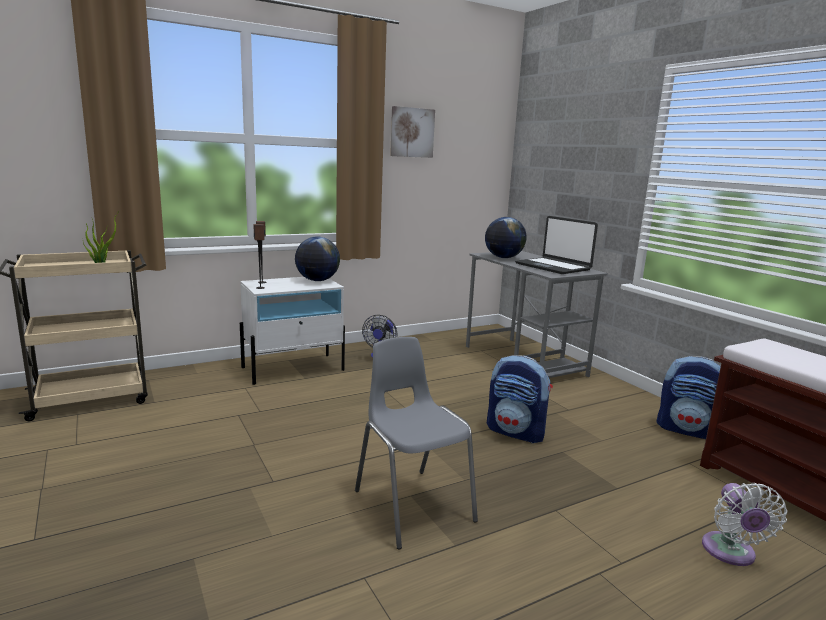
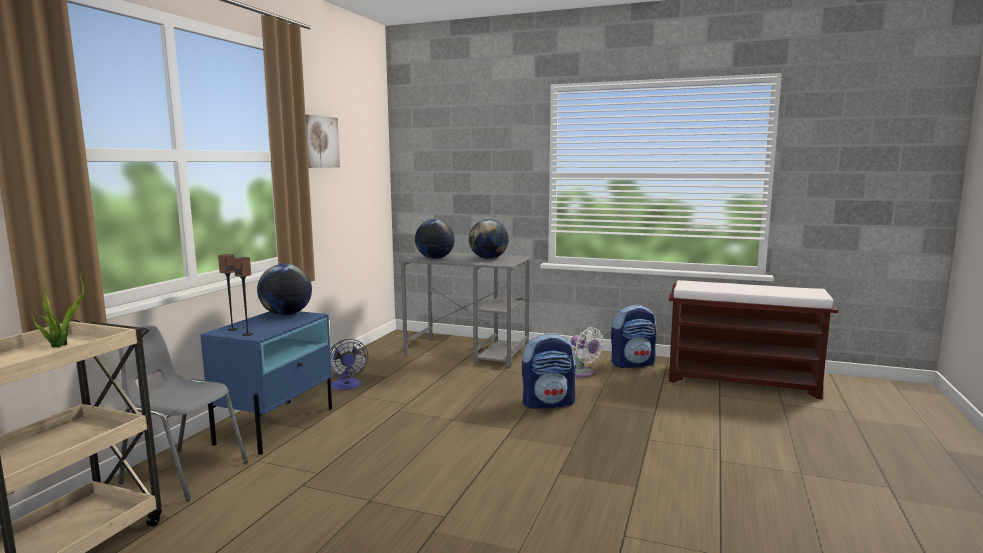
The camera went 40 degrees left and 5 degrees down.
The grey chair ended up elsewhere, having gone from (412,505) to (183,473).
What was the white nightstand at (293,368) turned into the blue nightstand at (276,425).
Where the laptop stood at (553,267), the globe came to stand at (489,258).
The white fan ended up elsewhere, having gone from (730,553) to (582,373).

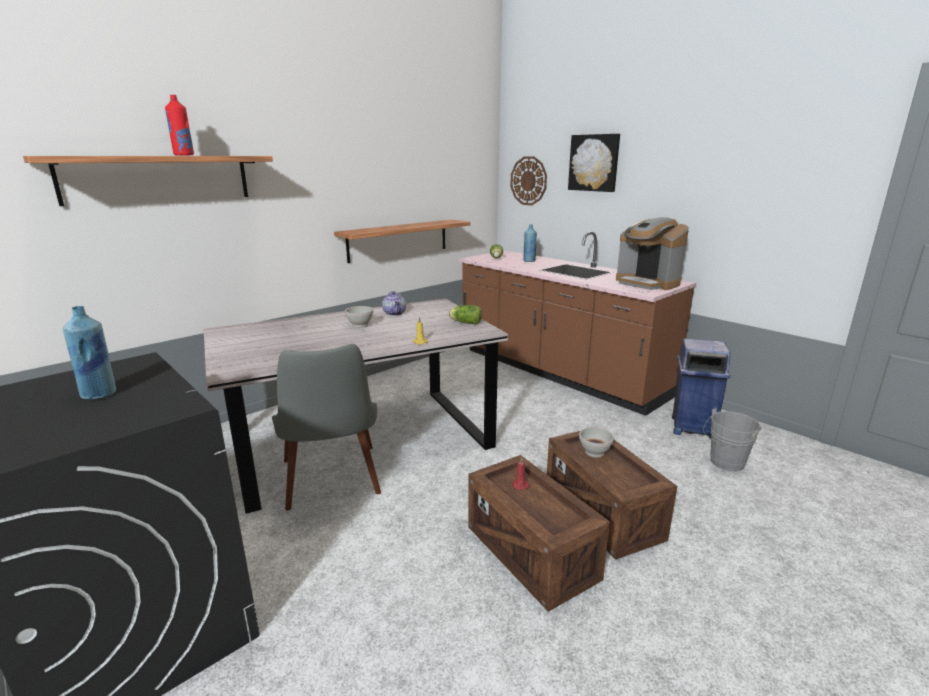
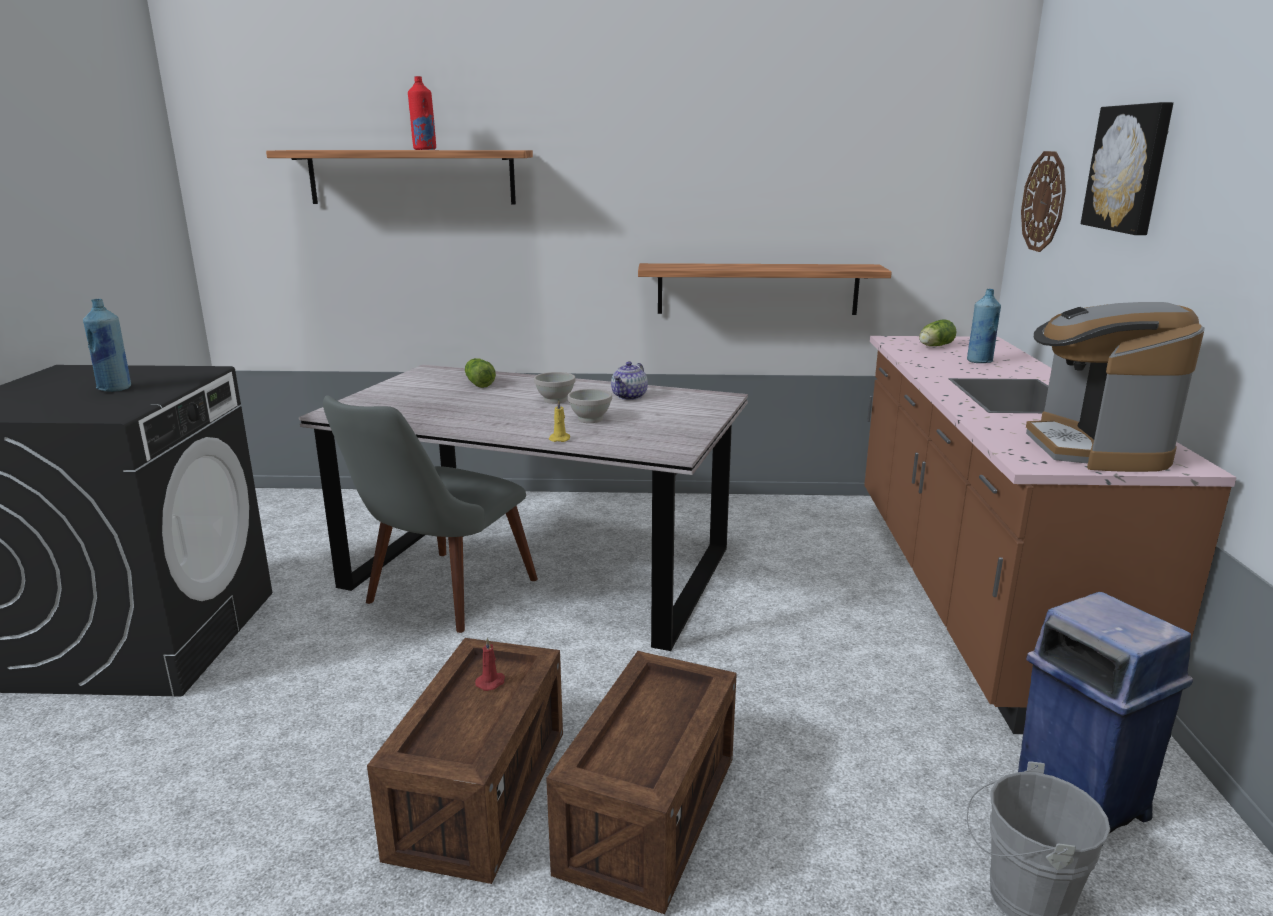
The camera went 45 degrees right and 0 degrees up.
The lettuce ended up elsewhere, having gone from (465,322) to (479,383).
The white bowl ended up elsewhere, having gone from (594,452) to (589,419).

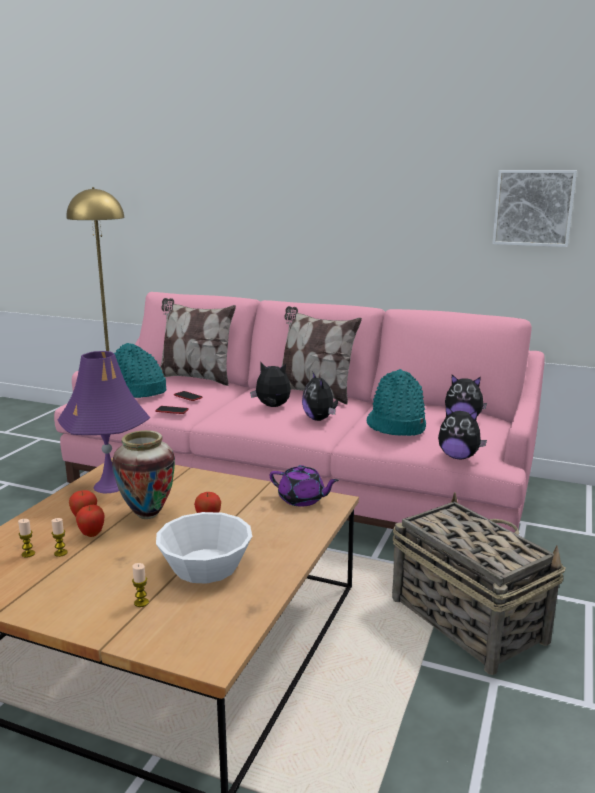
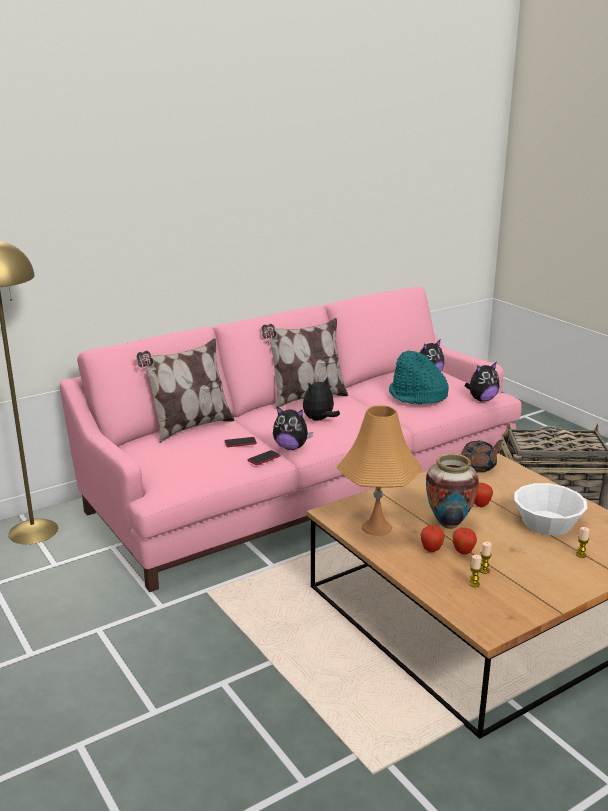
The camera went 55 degrees left and 5 degrees up.
The plush toy ended up elsewhere, having gone from (319,419) to (291,447).
What was the purple table lamp at (110,486) turned into the orange table lamp at (376,527).
What was the purple teapot at (302,499) turned into the brown teapot at (478,466).
The second view lost the turquoise hat at (137,392).
The second view lost the picture at (533,208).

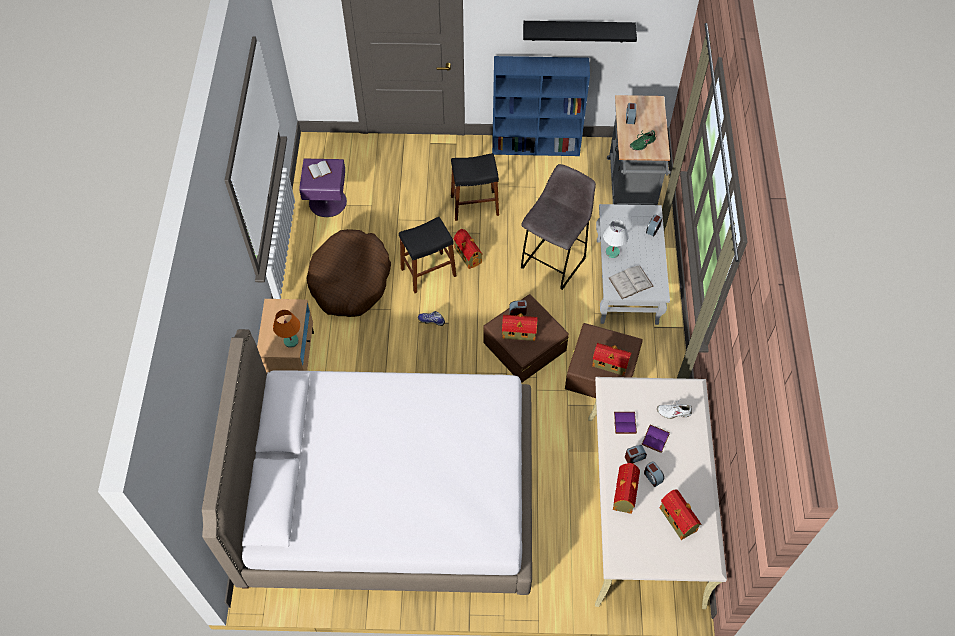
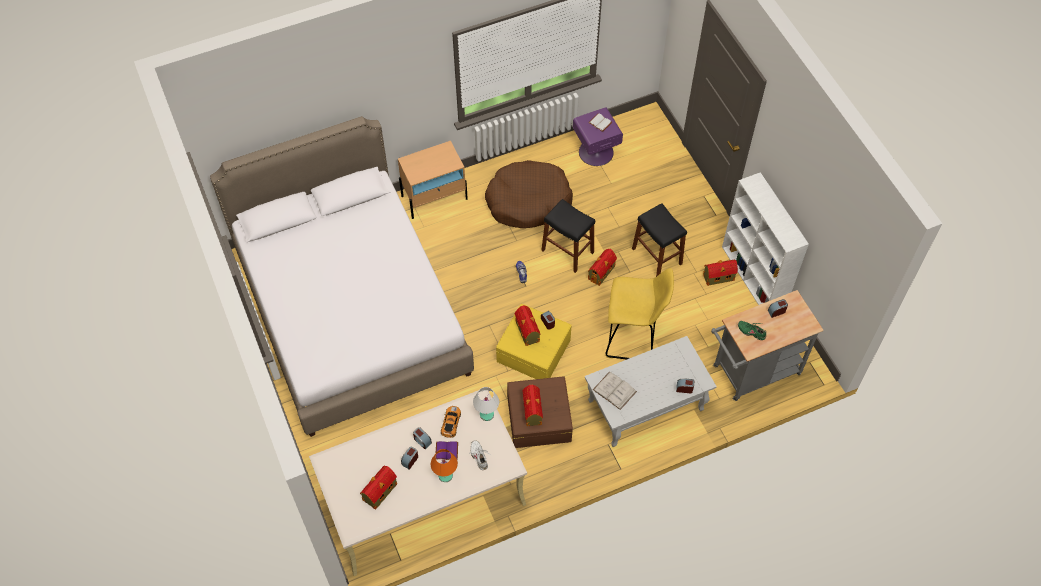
The camera went 65 degrees right and 0 degrees up.
The orange table lamp ended up elsewhere, having gone from (291,341) to (445,475).
Where the purple book stood at (625,423), the toy car came to stand at (451,423).
The white table lamp ended up elsewhere, having gone from (612,252) to (487,414).
What was the brown storage box at (524,346) turned into the yellow storage box at (533,350).
What was the grey stool at (554,262) turned into the yellow stool at (632,340).
The toy house ended up elsewhere, having gone from (624,495) to (717,277).
What was the blue bookcase at (536,146) turned into the white bookcase at (754,277).
The second view lost the black shelf at (578,31).

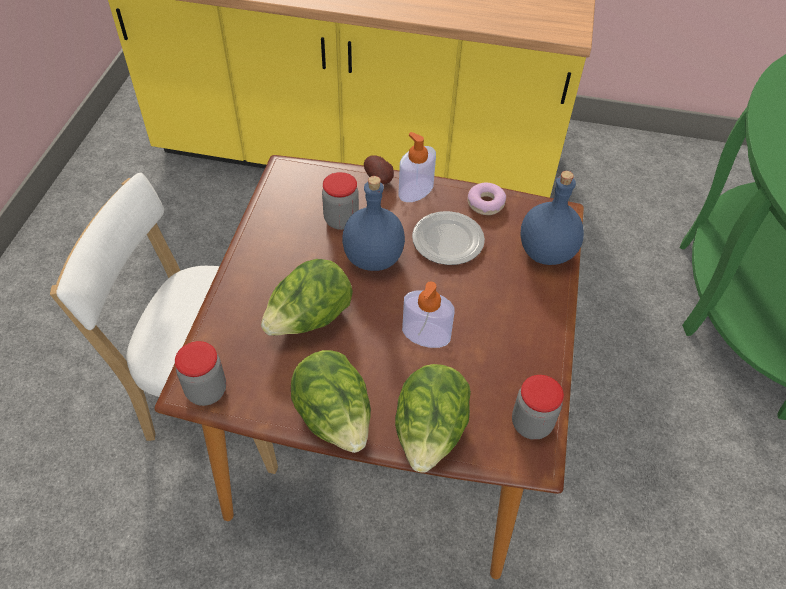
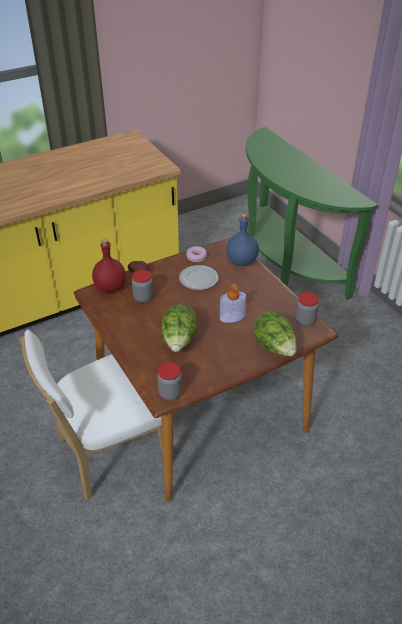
The camera went 40 degrees left and 10 degrees down.
The second view gained the red bottle at (110,288).
The second view lost the lettuce at (335,418).
The second view lost the blue bottle at (374,258).
The second view lost the soap dispenser at (415,190).

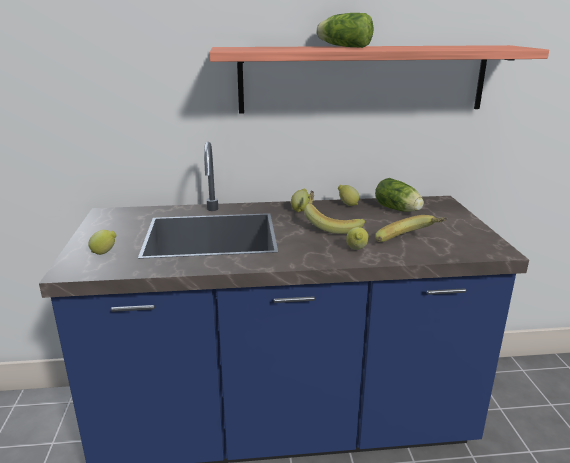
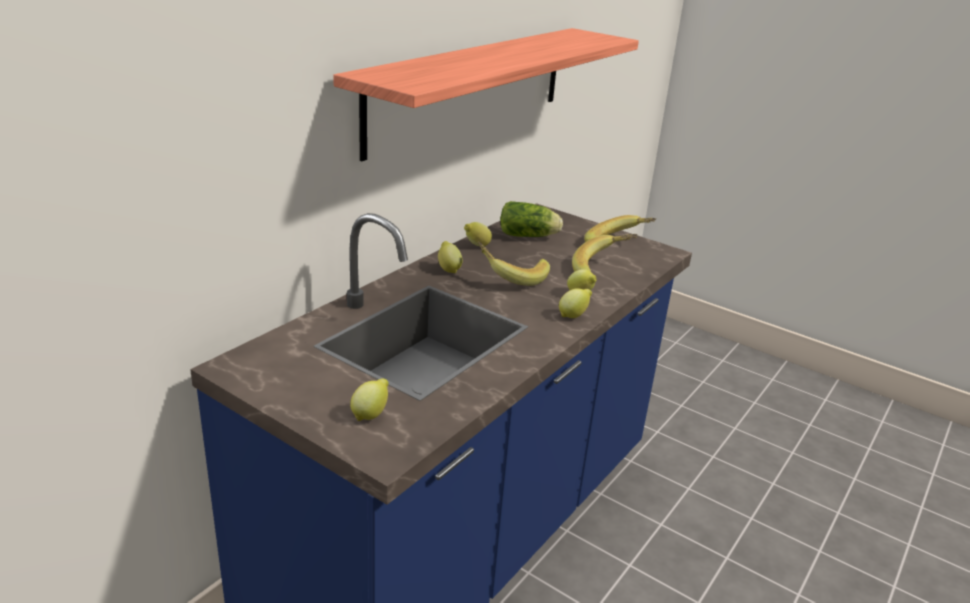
The camera went 50 degrees left and 5 degrees up.
The second view gained the lemon at (573,315).
The second view gained the banana at (617,245).
The second view lost the lettuce at (343,47).

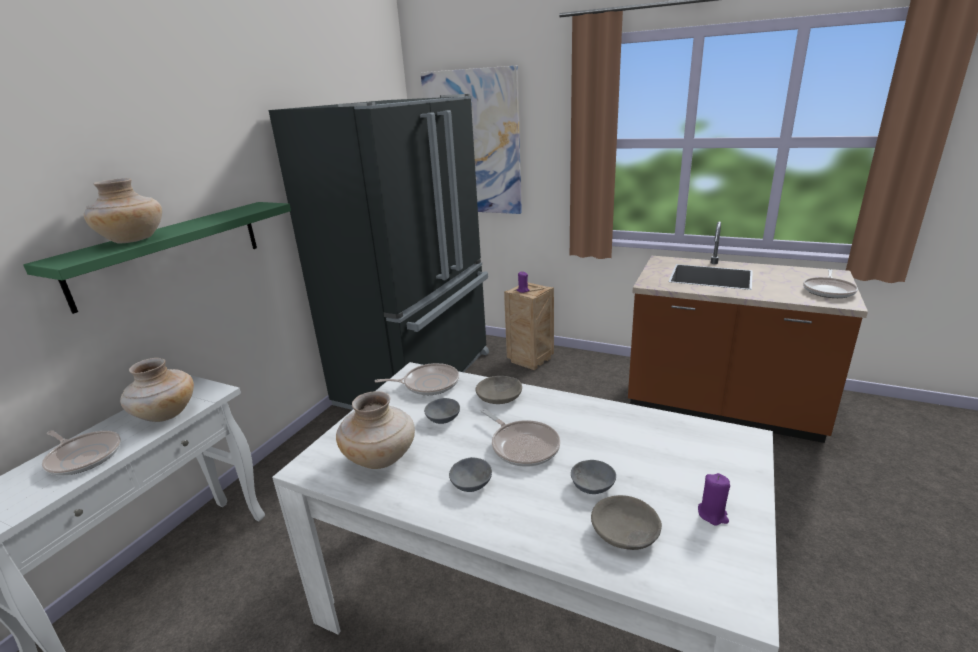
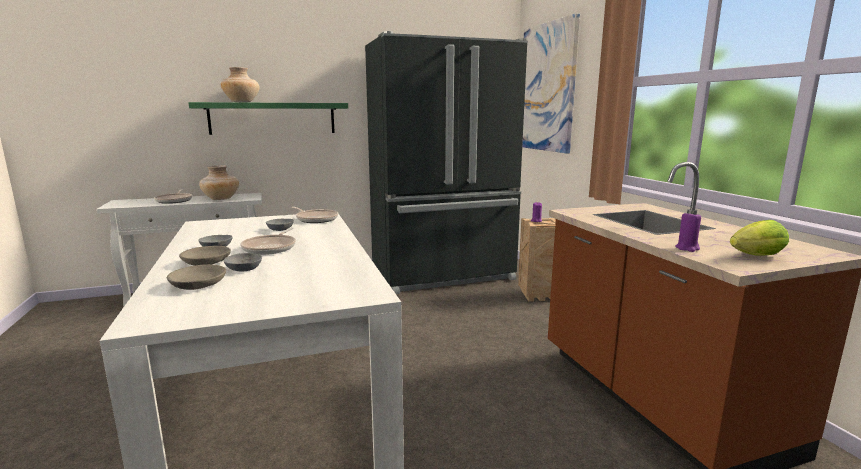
The camera went 45 degrees right and 10 degrees down.
The grey bowl ended up elsewhere, having gone from (500,396) to (207,262).
The purple candle ended up elsewhere, having gone from (712,514) to (687,248).
Where the frying pan stood at (829,290), the lettuce came to stand at (753,256).
The second view lost the beige vase at (381,458).

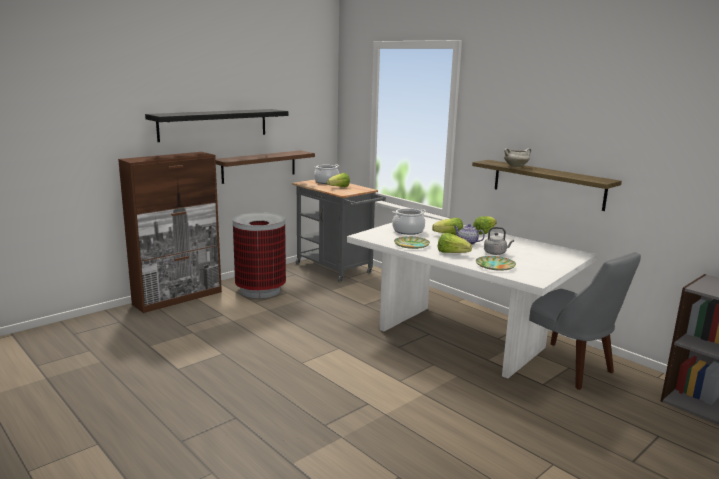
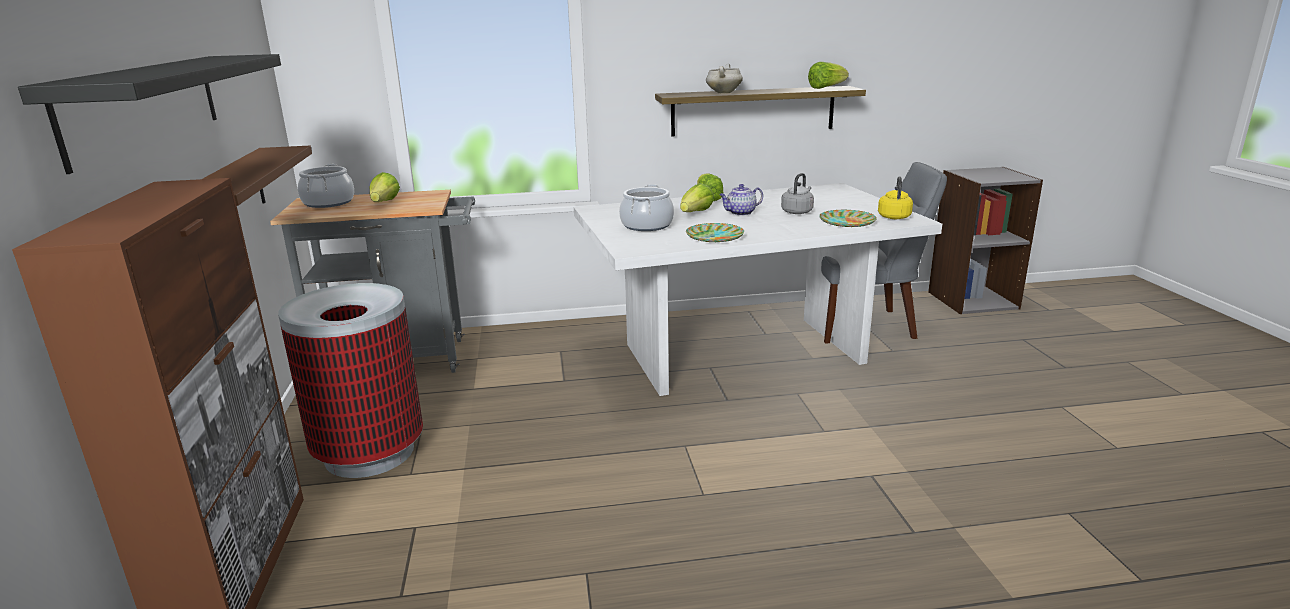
The camera went 55 degrees left and 5 degrees up.
The lettuce ended up elsewhere, having gone from (452,253) to (826,88).
The second view gained the yellow kettle at (894,216).

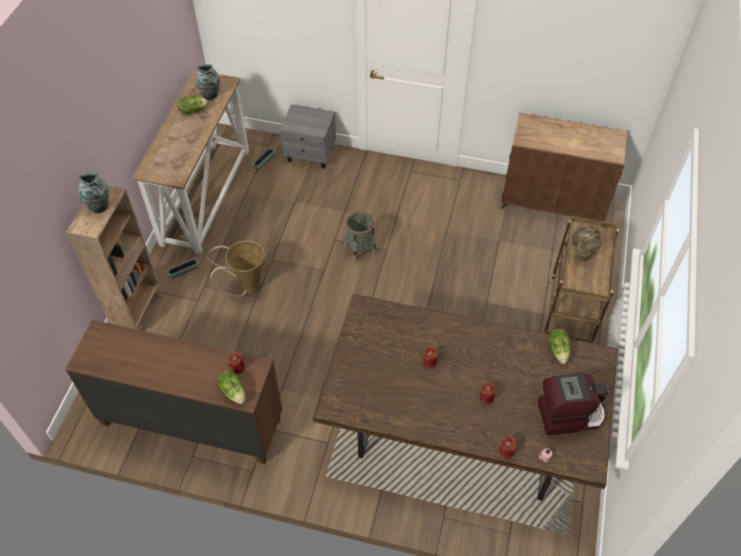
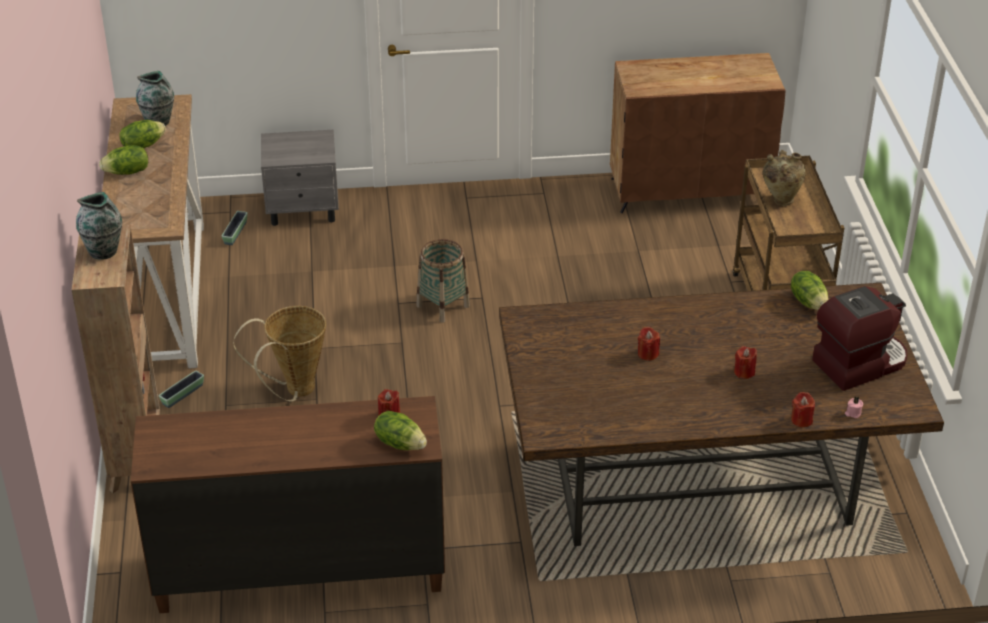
The camera went 20 degrees left and 15 degrees down.
The second view gained the lettuce at (127,172).

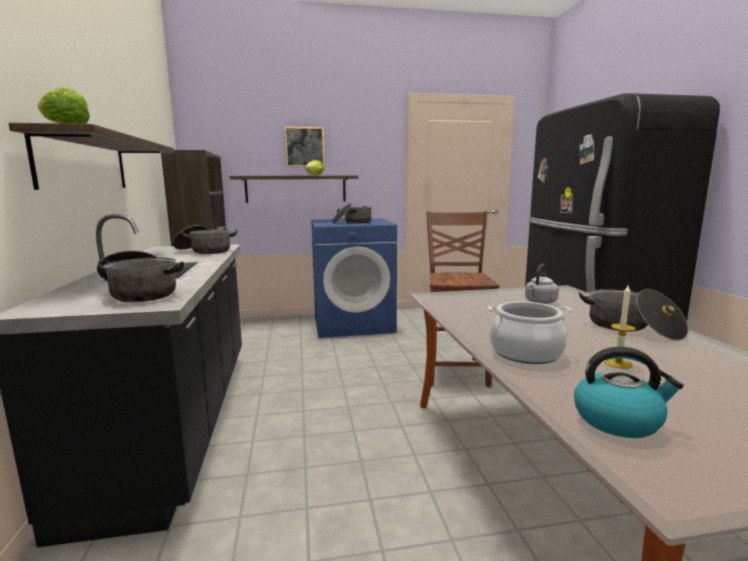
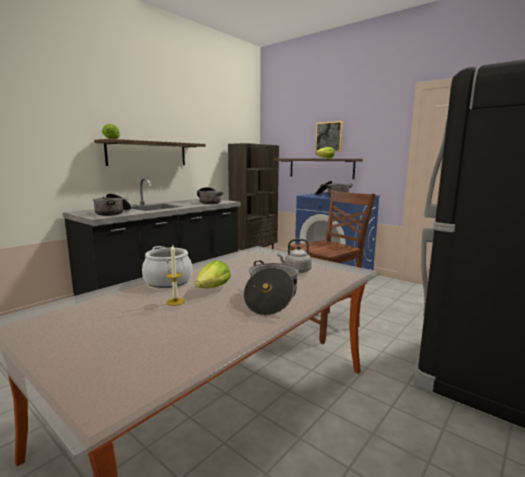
The camera went 50 degrees right and 0 degrees up.
The second view gained the lettuce at (213,288).
The second view lost the kettle at (618,420).

